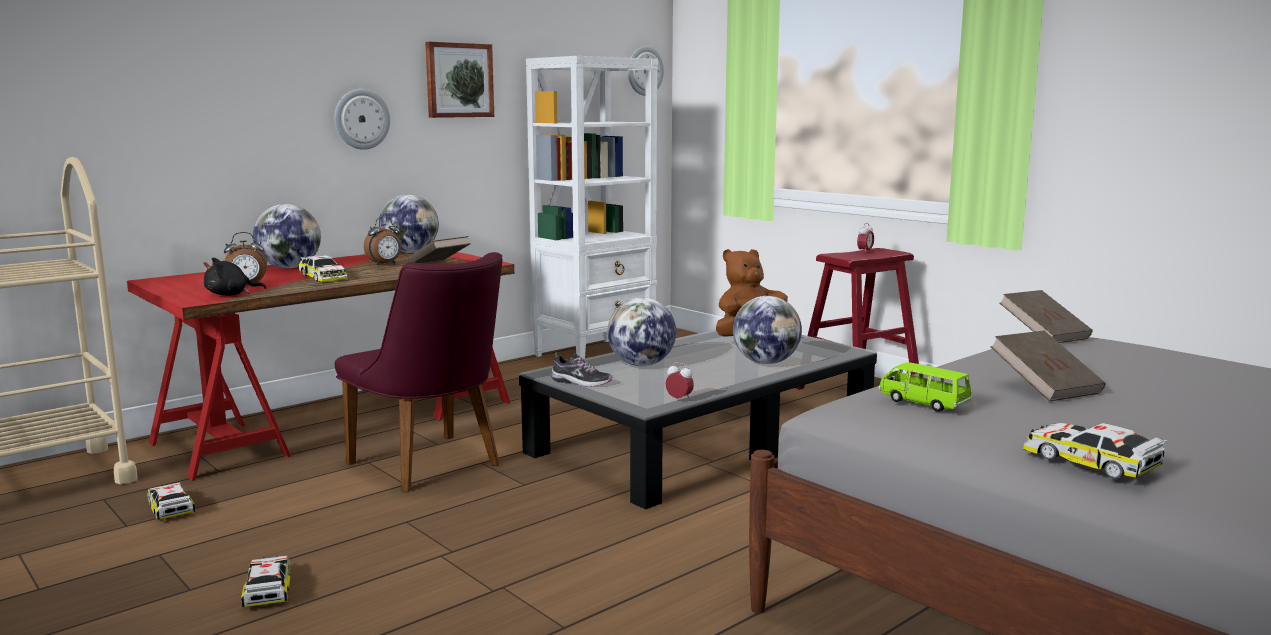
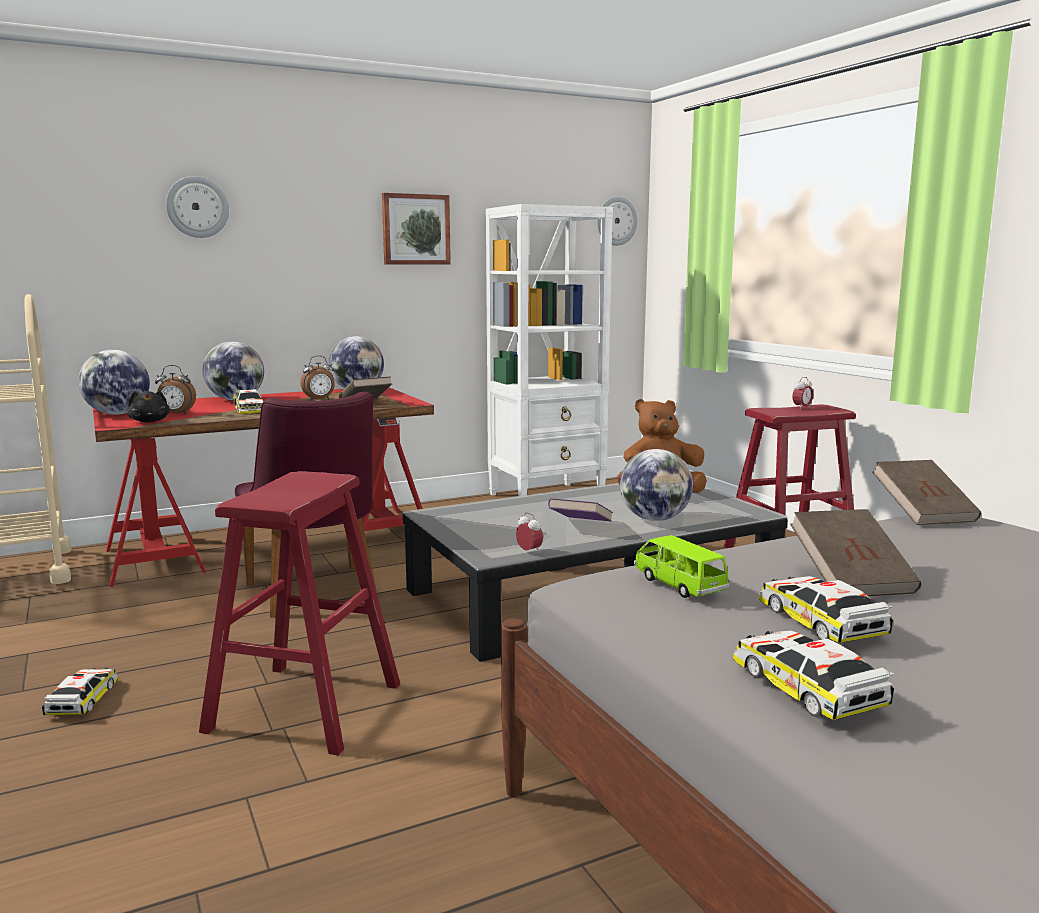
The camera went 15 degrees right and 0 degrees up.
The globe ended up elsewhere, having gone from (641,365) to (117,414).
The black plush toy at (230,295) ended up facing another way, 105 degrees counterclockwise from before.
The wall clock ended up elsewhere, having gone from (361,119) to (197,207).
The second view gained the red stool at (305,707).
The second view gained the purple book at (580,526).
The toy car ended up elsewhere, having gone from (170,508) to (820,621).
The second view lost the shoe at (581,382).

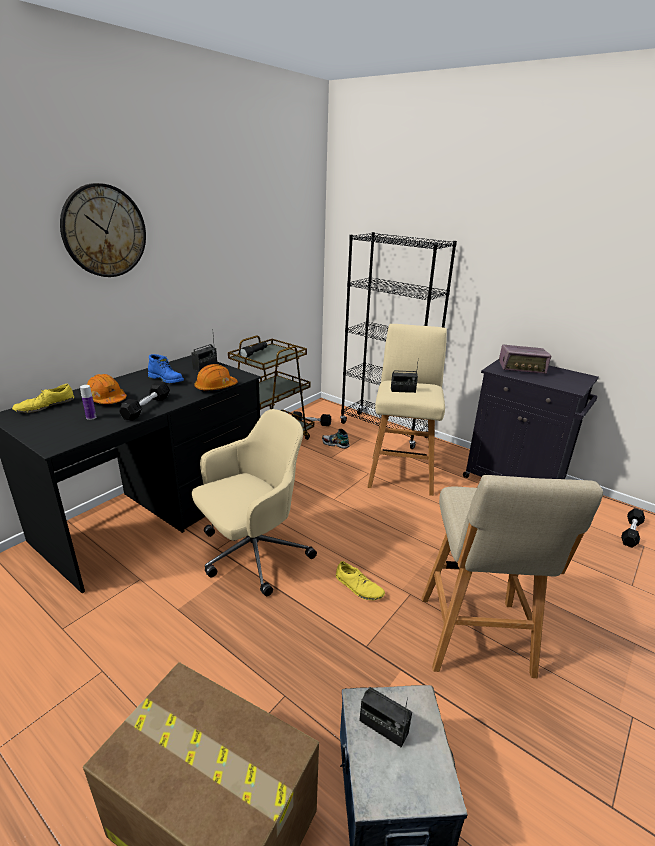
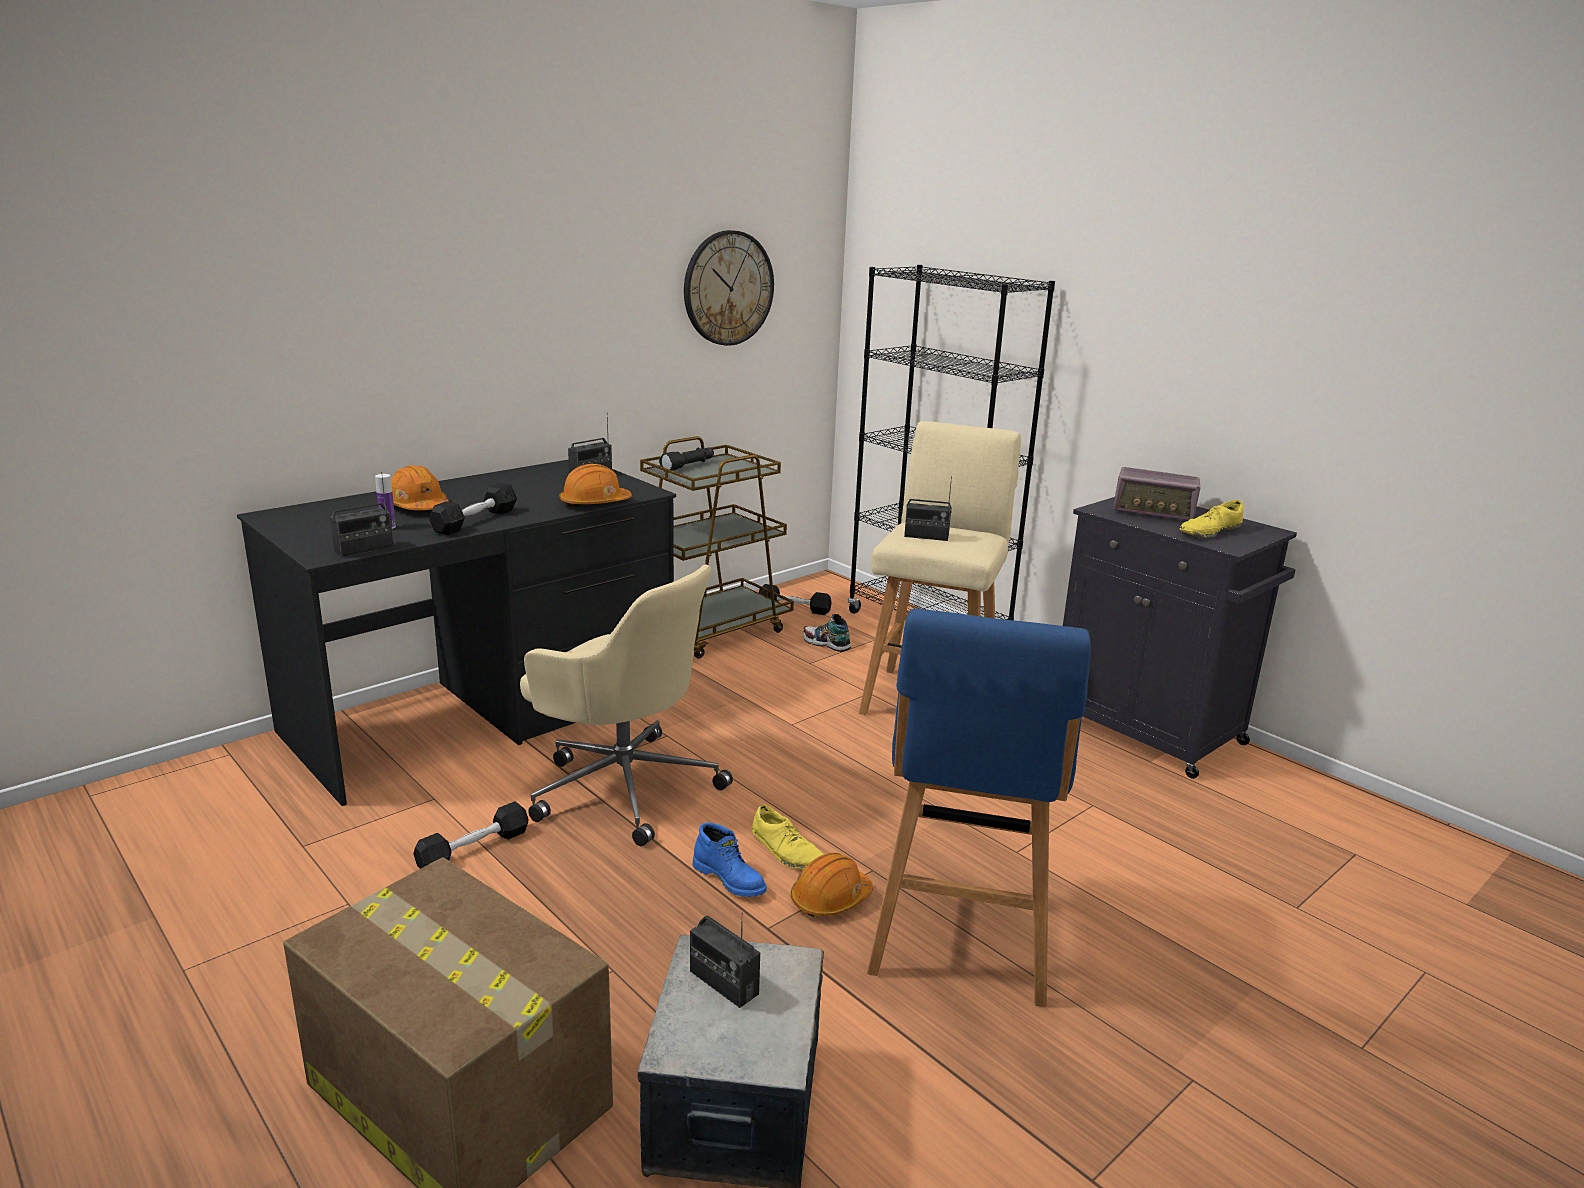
The camera went 10 degrees right and 5 degrees down.
The second view gained the radio at (364,550).
The black dumbbell ended up elsewhere, having gone from (631,533) to (474,849).
The beige office chair at (252,554) ended up facing another way, 60 degrees clockwise from before.
The wall clock ended up elsewhere, having gone from (104,231) to (728,288).
The blue boot ended up elsewhere, having gone from (166,379) to (730,879).
The second view gained the orange hard hat at (830,899).
What was the beige stool at (475,639) turned into the blue stool at (960,943).
The yellow shoe ended up elsewhere, having gone from (45,406) to (1209,531).

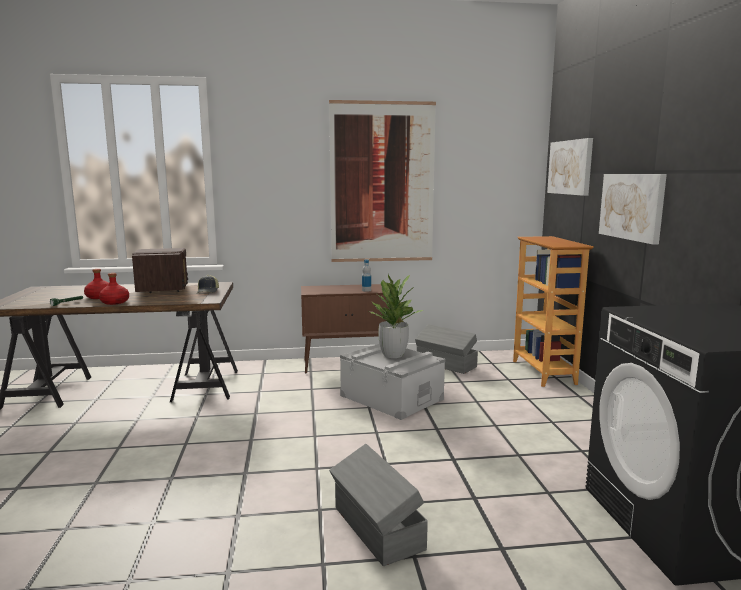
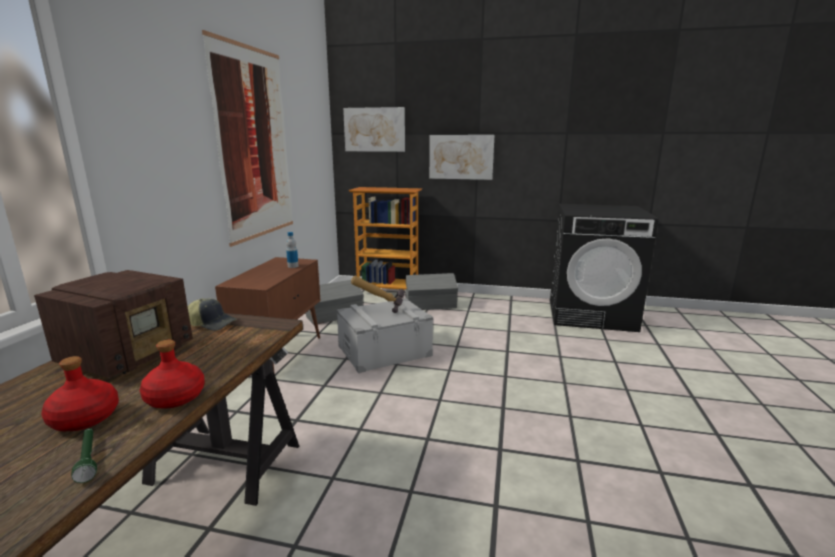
The camera went 70 degrees left and 5 degrees up.
The radio at (163,289) ended up facing another way, 105 degrees clockwise from before.
Where the potted plant stood at (393,355), the hammer came to stand at (379,311).
The grey storage box ended up elsewhere, having gone from (377,529) to (431,305).

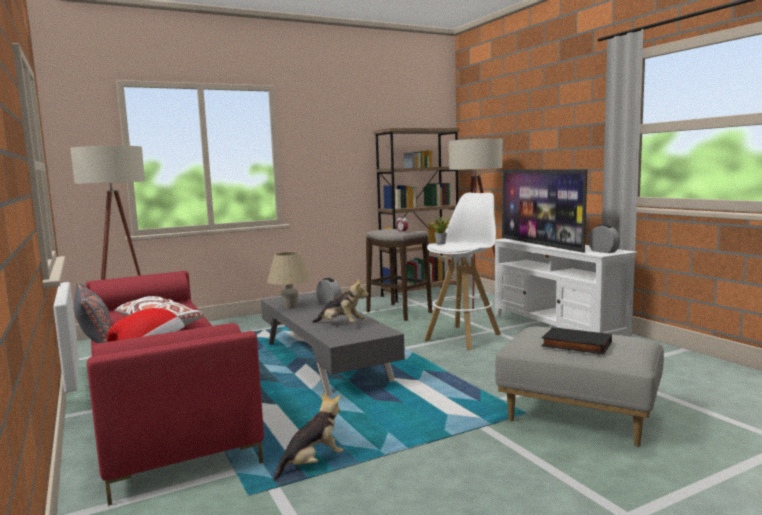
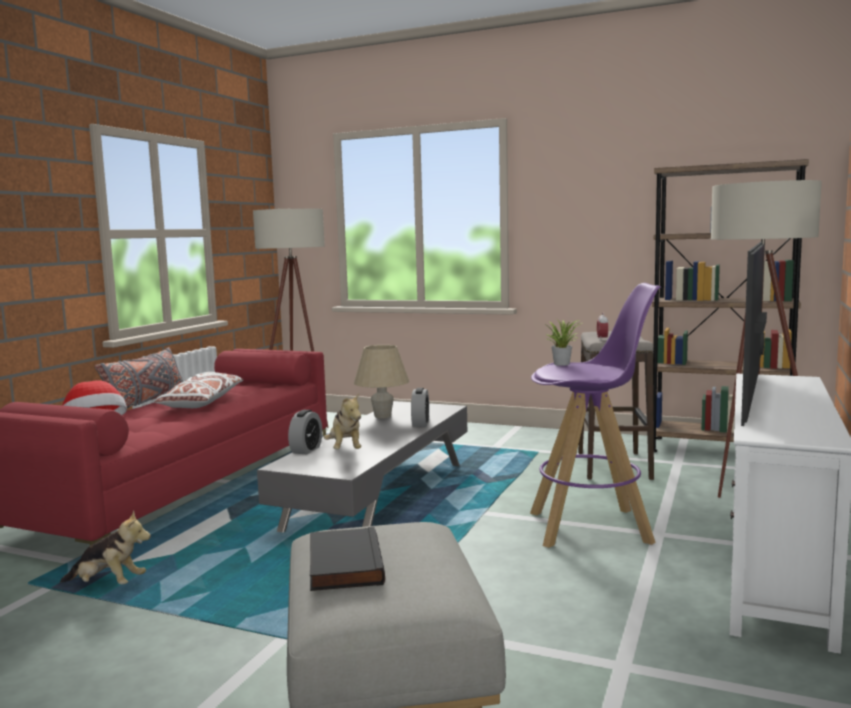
The camera went 50 degrees right and 0 degrees up.
The alarm clock ended up elsewhere, having gone from (603,251) to (306,450).
What was the white stool at (463,337) turned into the purple stool at (591,527).

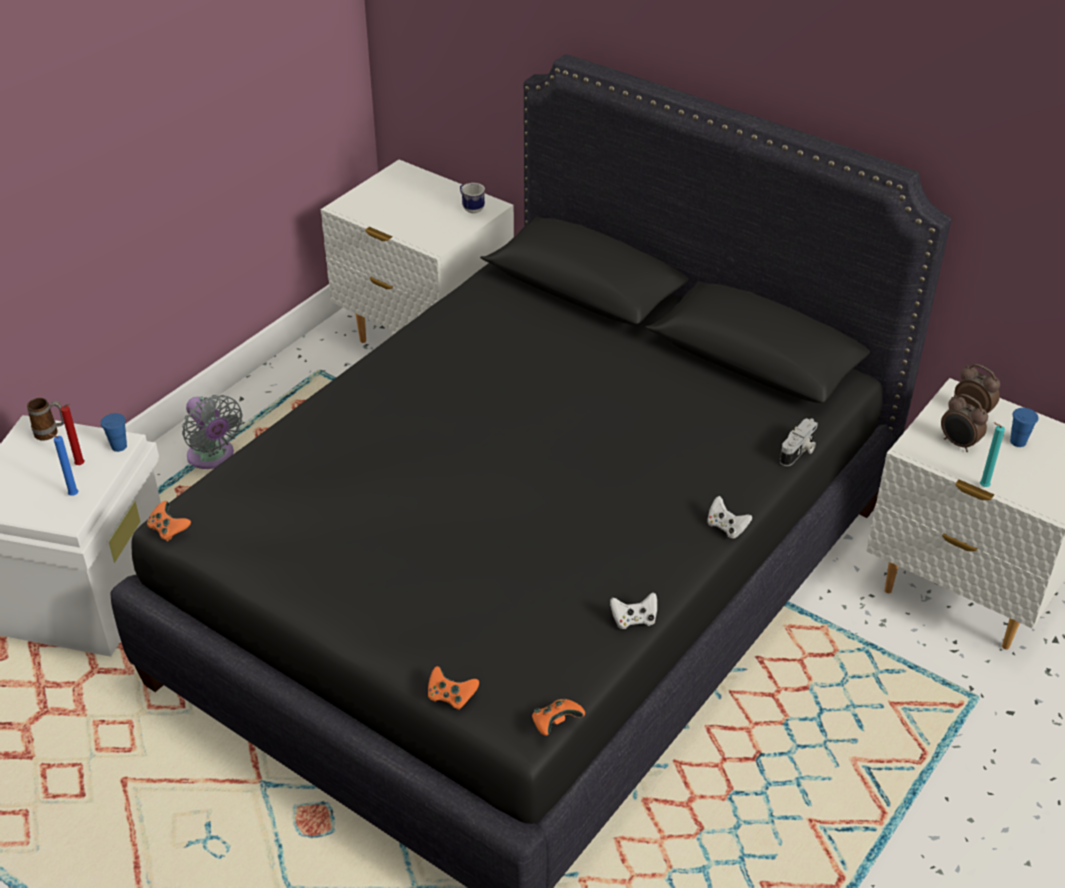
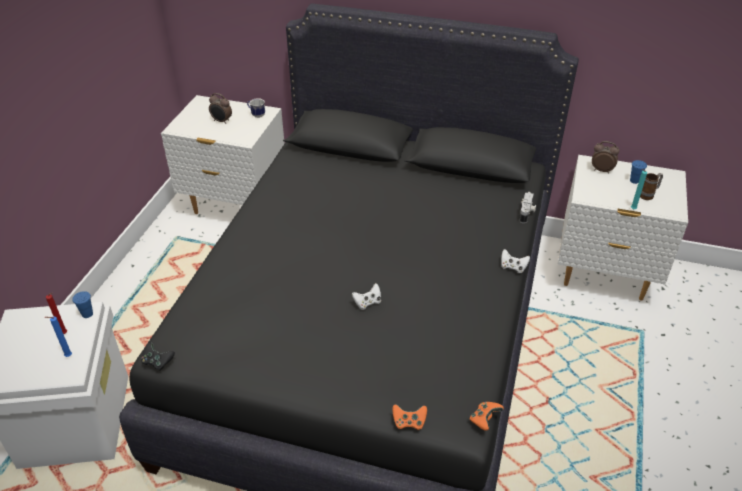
The camera went 20 degrees left and 0 degrees up.
What was the orange game controller at (168,530) turned into the black game controller at (157,362).
The alarm clock ended up elsewhere, having gone from (958,444) to (221,121).
The white game controller ended up elsewhere, having gone from (634,620) to (367,303).
The mug ended up elsewhere, having gone from (51,433) to (648,195).
The second view lost the grey fan at (213,458).

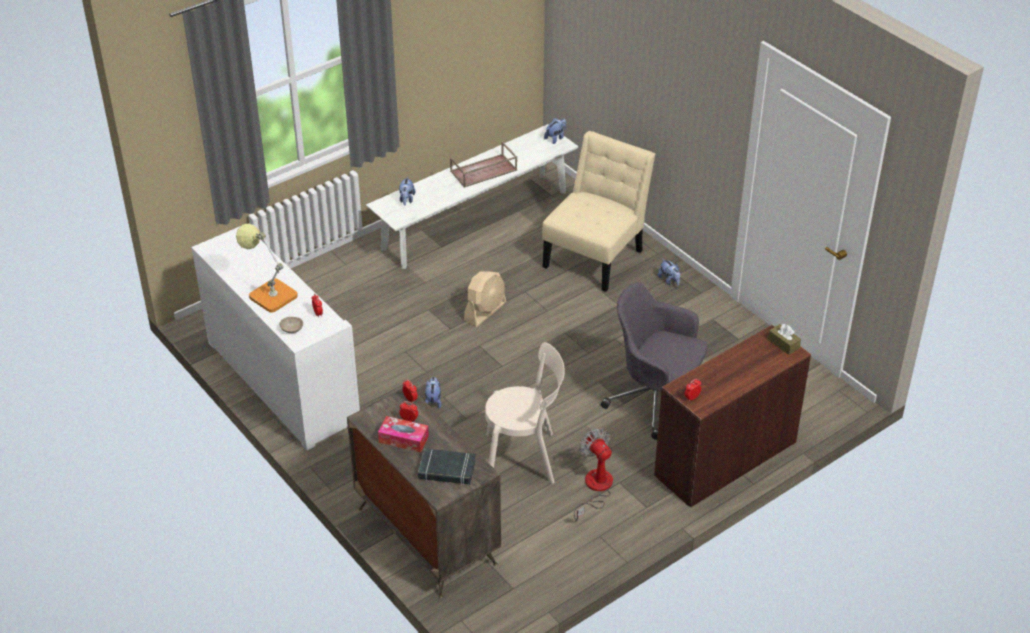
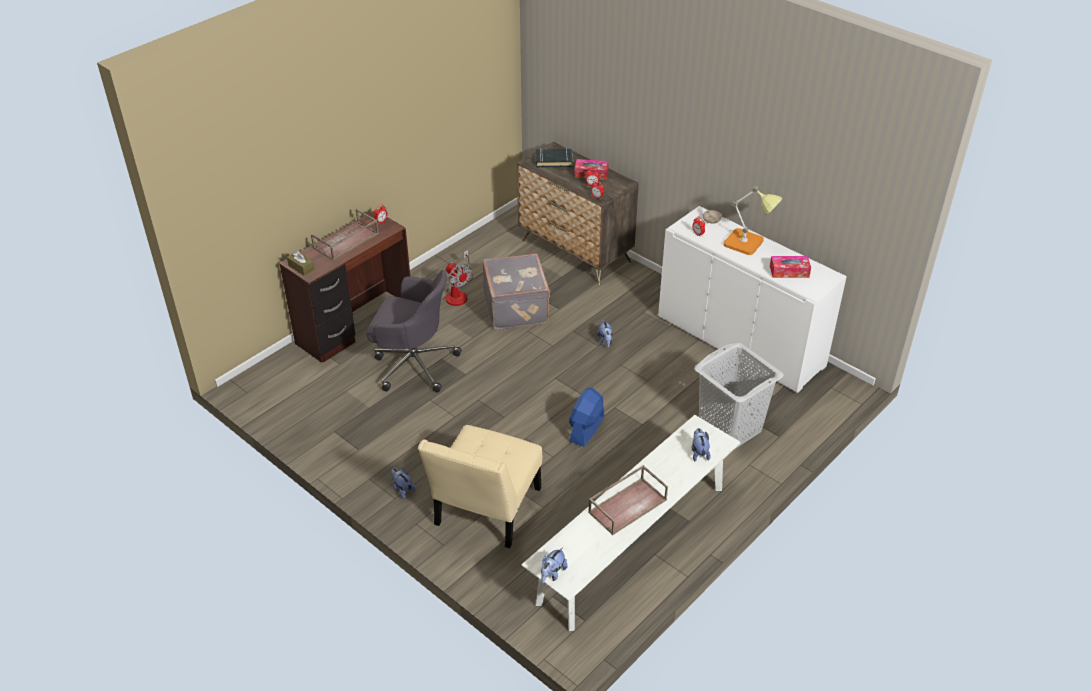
The camera went 170 degrees right and 0 degrees up.
The second view gained the brown tray at (346,241).
Where the beige chair stood at (524,457), the grey suitcase came to stand at (517,308).
What was the beige fan at (485,311) turned into the blue fan at (586,429).
The second view gained the grey laundry basket at (730,428).
The second view gained the tissue box at (789,271).

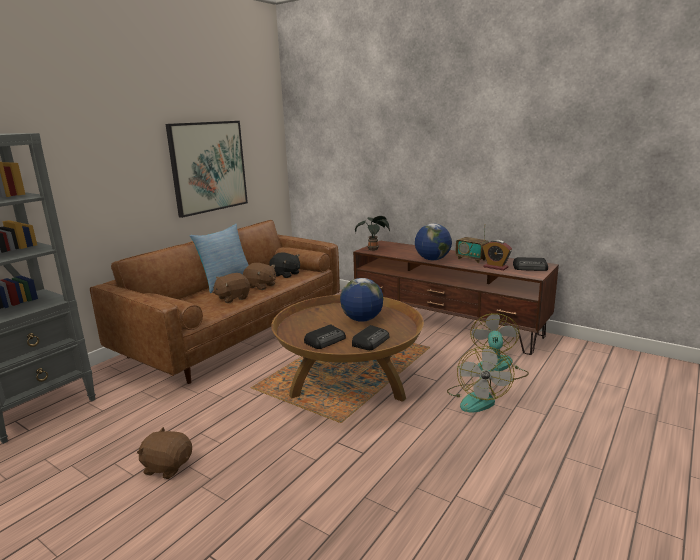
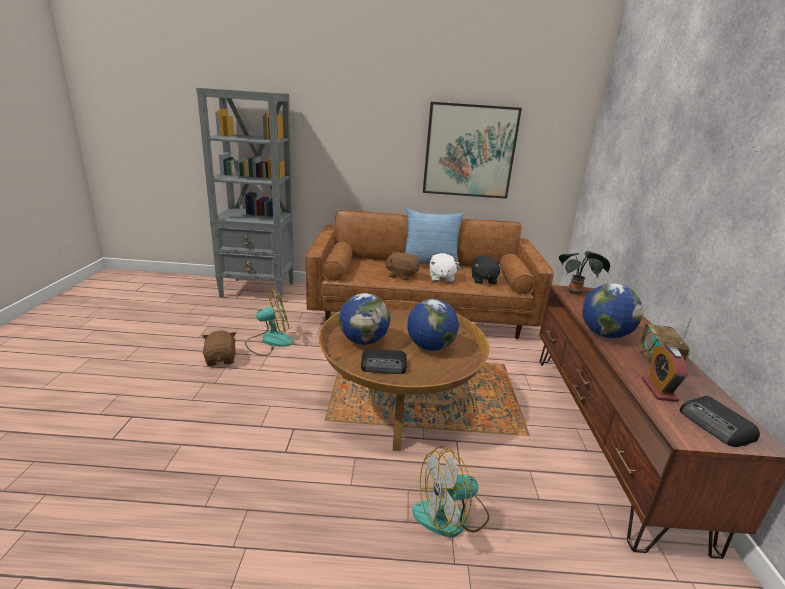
The camera went 55 degrees right and 5 degrees up.
The fan ended up elsewhere, having gone from (499,368) to (269,341).
Where the radio stood at (326,340), the globe came to stand at (363,341).
What was the brown plush toy at (260,286) turned into the white plush toy at (441,278).

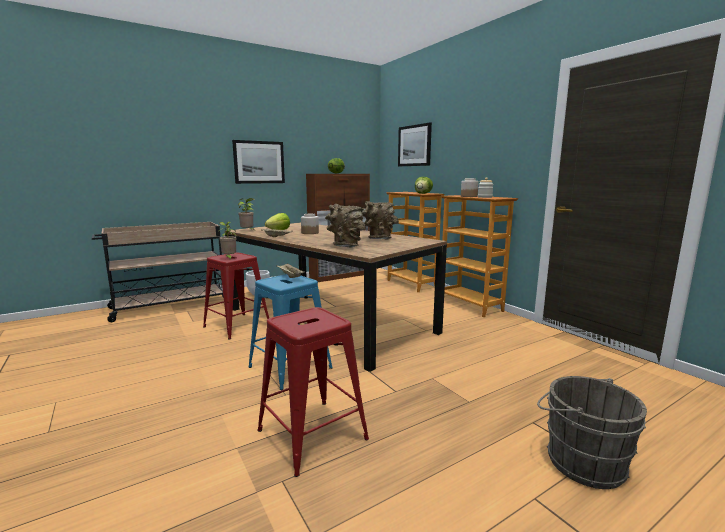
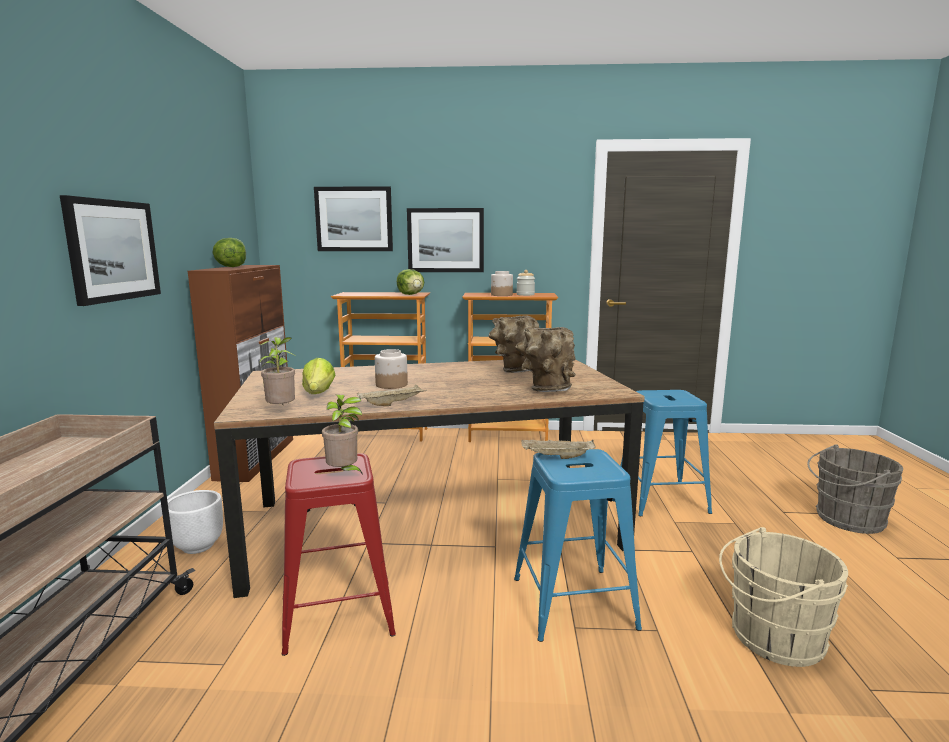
The camera went 55 degrees left and 0 degrees up.
The second view gained the picture at (445,240).
The second view gained the blue stool at (660,498).
Where the red stool stood at (312,434), the beige bucket came to stand at (771,637).

